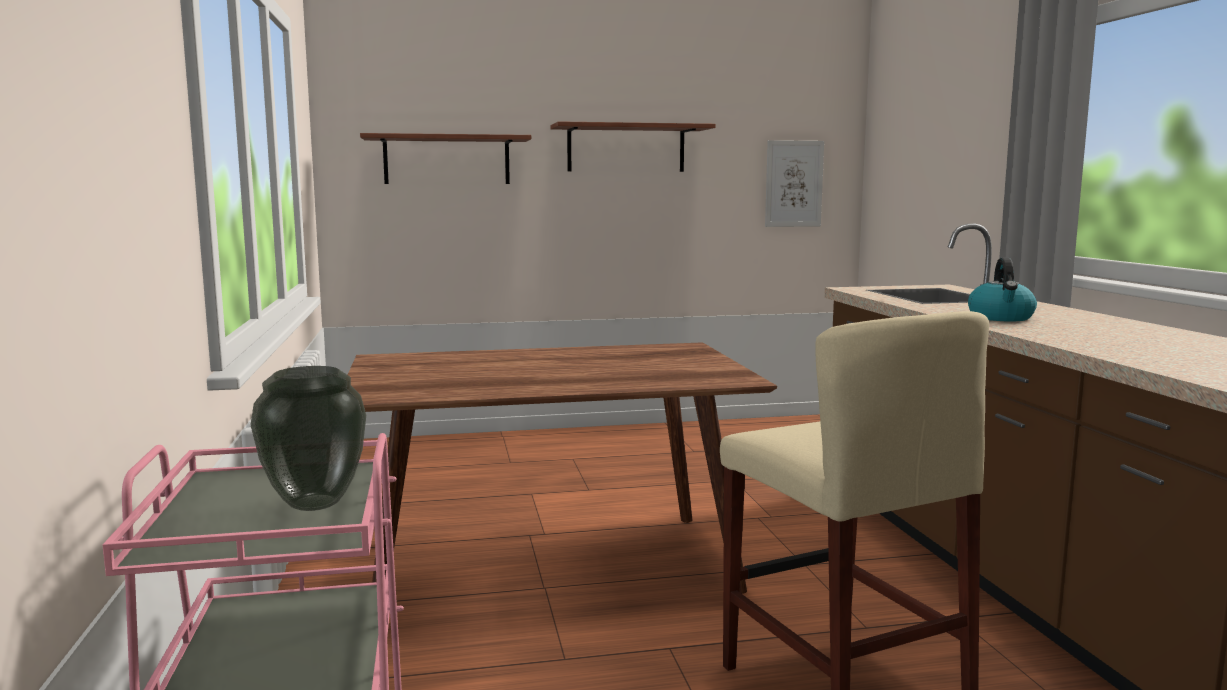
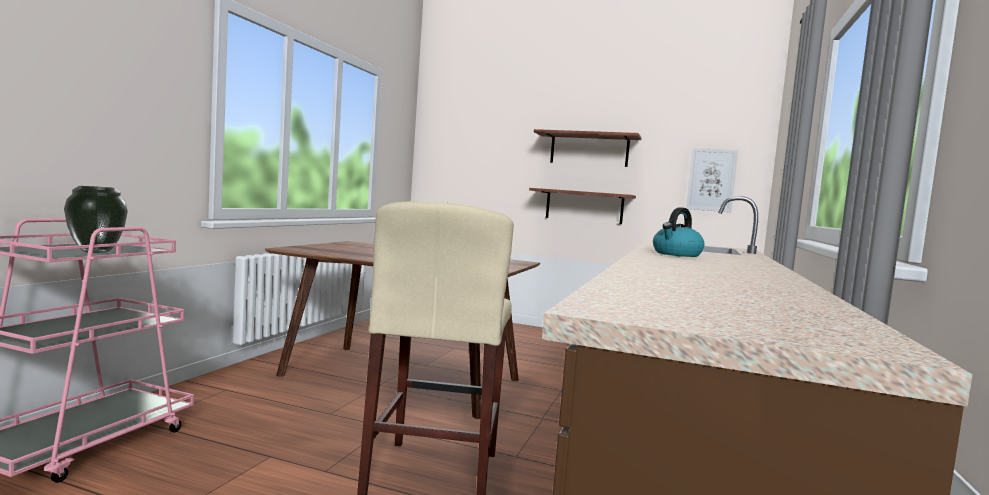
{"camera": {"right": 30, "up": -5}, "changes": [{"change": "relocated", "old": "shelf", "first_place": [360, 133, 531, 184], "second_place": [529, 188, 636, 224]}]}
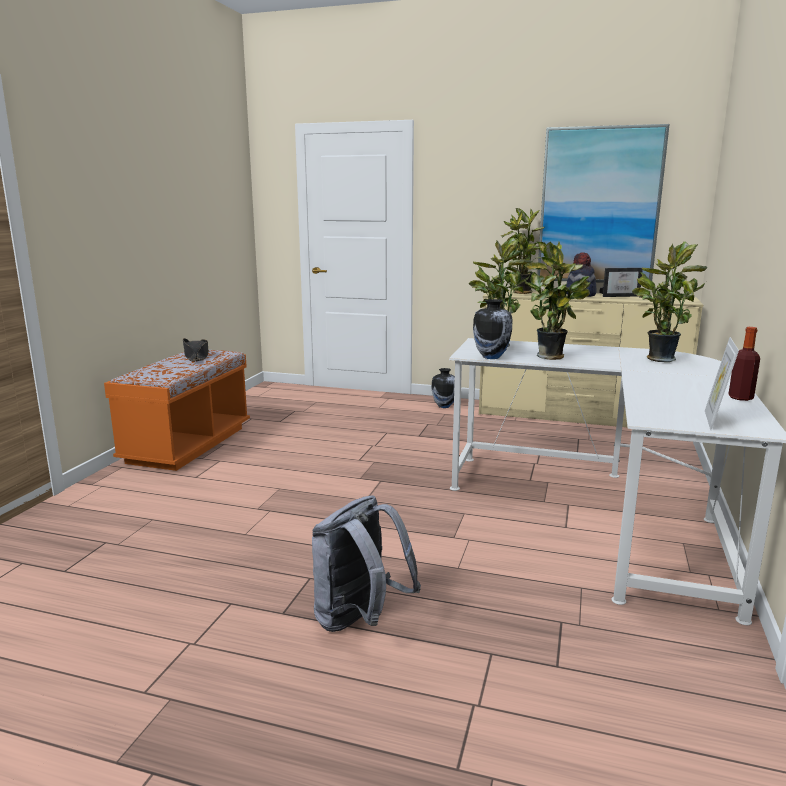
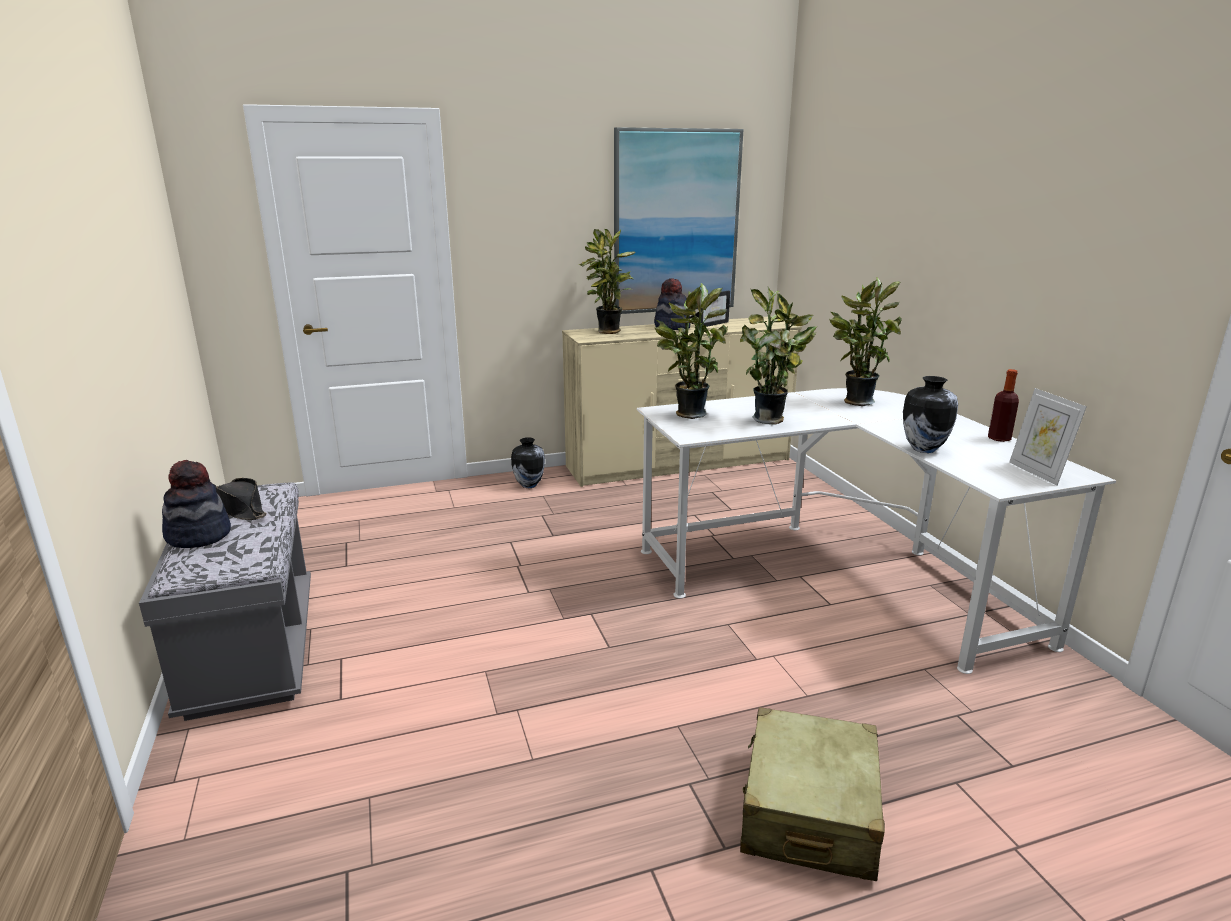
{"camera": {"right": -35, "up": 5}, "changes": [{"change": "relocated", "old": "vase", "first_place": [473, 299, 512, 359], "second_place": [903, 376, 958, 453]}, {"change": "colour", "old": "orange bench", "new": "grey bench", "first_place": [104, 350, 250, 471], "second_place": [139, 483, 311, 721]}, {"change": "exchanged", "old": "grey backpack", "new": "beige suitcase", "first_place": [312, 495, 421, 632], "second_place": [740, 707, 885, 881]}, {"change": "appeared", "new": "hat", "second_place": [162, 460, 231, 548]}]}
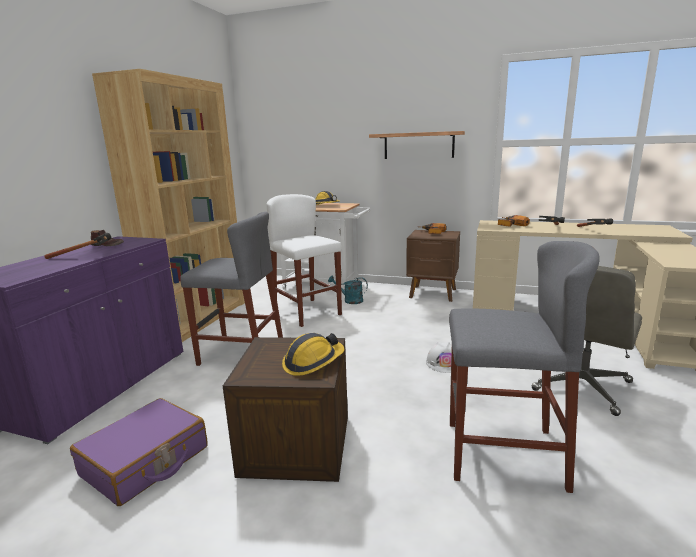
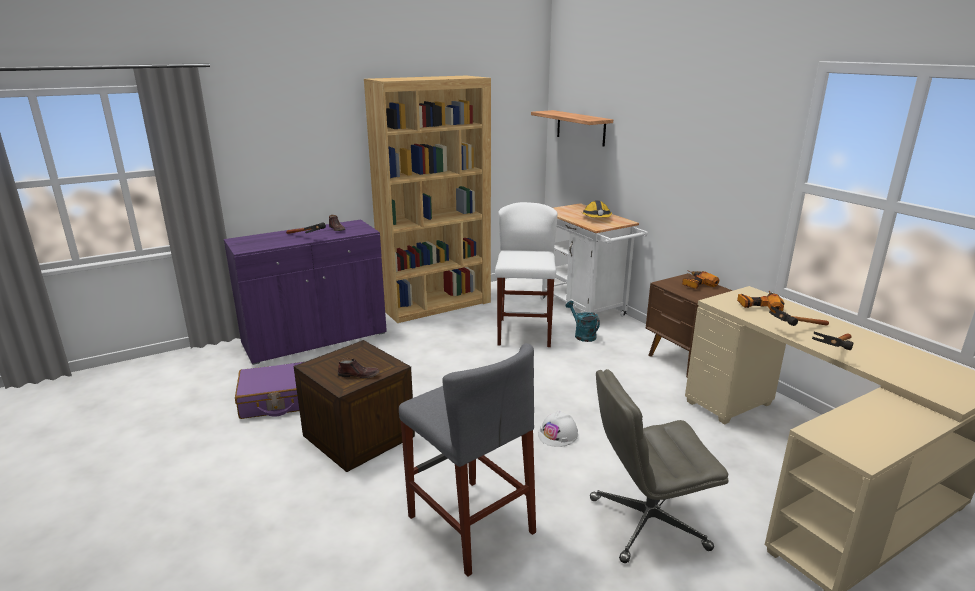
{"camera": {"right": 40, "up": 5}, "changes": [{"change": "relocated", "old": "shelf", "first_place": [369, 131, 465, 159], "second_place": [531, 110, 613, 147]}, {"change": "missing", "old": "grey stool", "first_place": [180, 212, 283, 366]}, {"change": "exchanged", "old": "hard hat", "new": "brown shoe", "first_place": [282, 333, 344, 376], "second_place": [338, 358, 380, 378]}]}
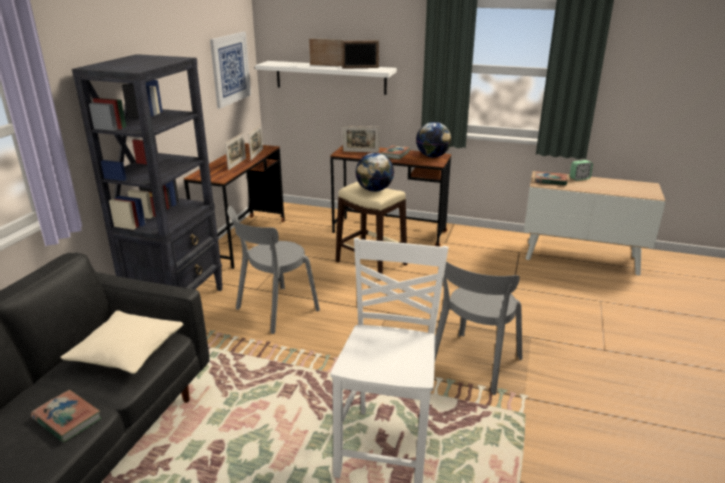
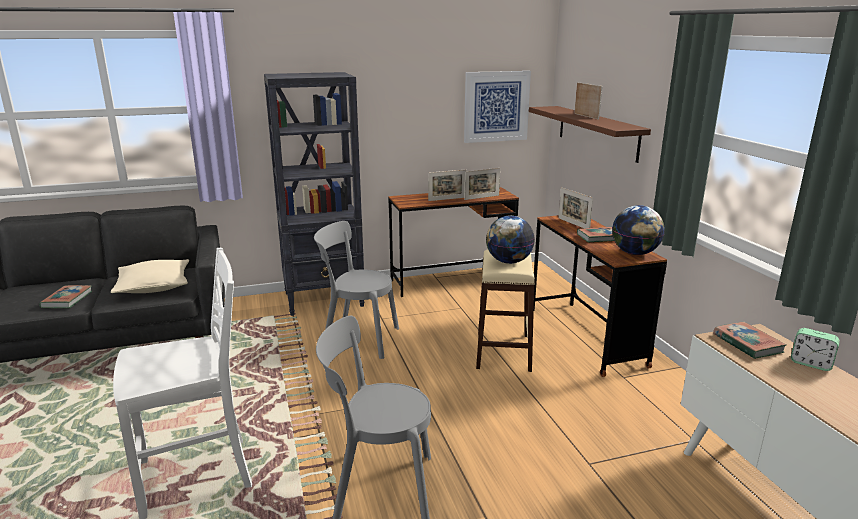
{"camera": {"right": 55, "up": -5}, "changes": [{"change": "missing", "old": "picture frame", "first_place": [342, 40, 379, 69]}, {"change": "colour", "old": "white shelf", "new": "brown shelf", "first_place": [255, 61, 397, 95], "second_place": [529, 106, 651, 163]}]}
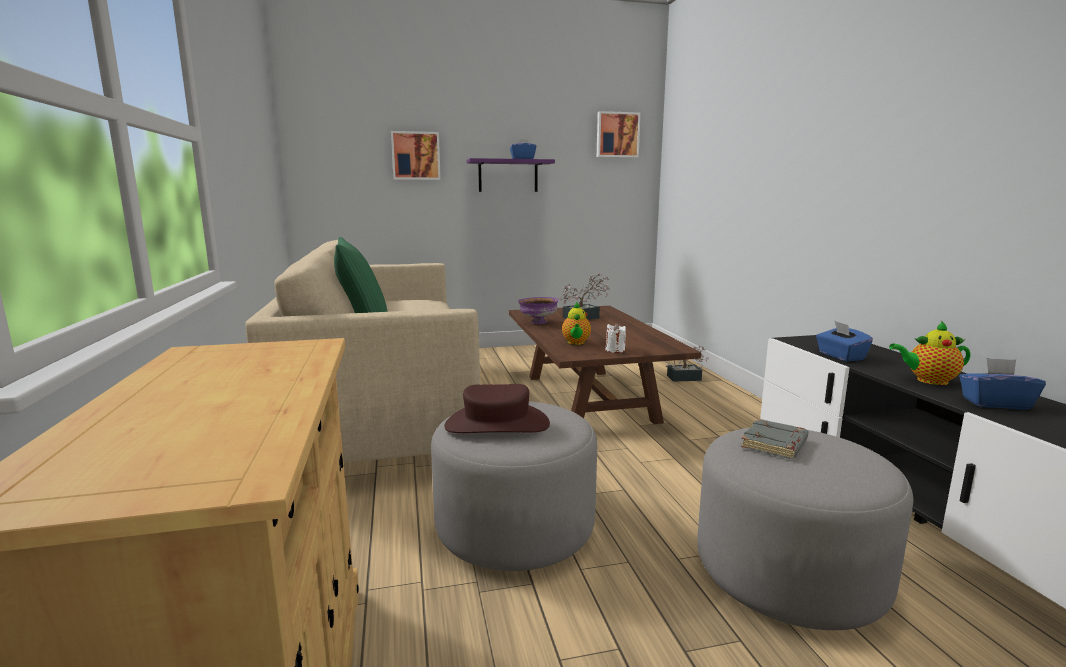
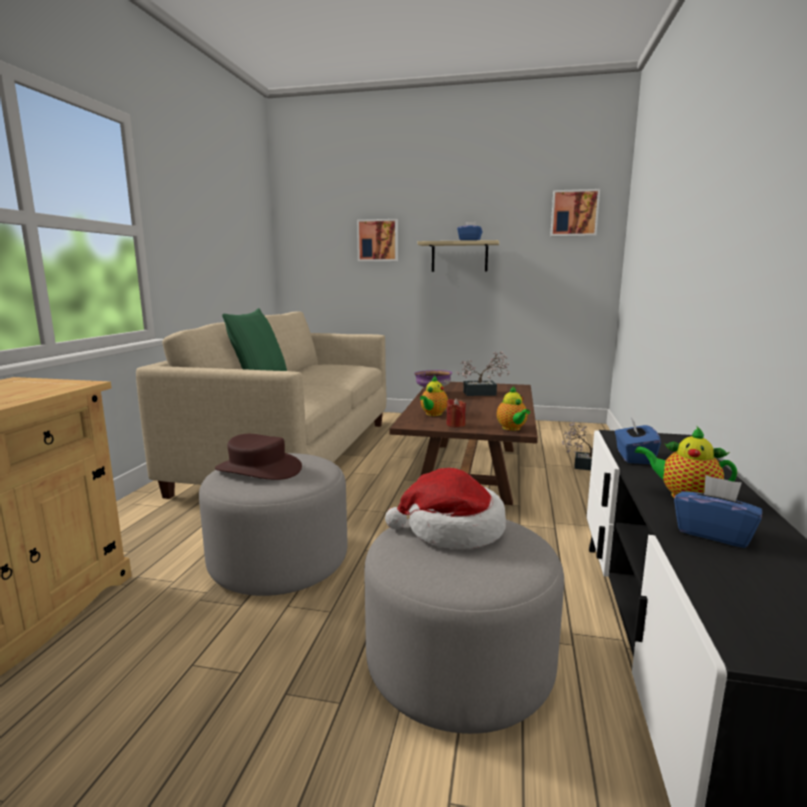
{"camera": {"right": 25, "up": 0}, "changes": [{"change": "colour", "old": "purple shelf", "new": "beige shelf", "first_place": [467, 158, 555, 192], "second_place": [418, 240, 499, 272]}, {"change": "colour", "old": "white candle", "new": "red candle", "first_place": [606, 323, 626, 353], "second_place": [446, 398, 466, 428]}, {"change": "exchanged", "old": "grey book", "new": "hat", "first_place": [741, 418, 809, 459], "second_place": [385, 468, 506, 549]}, {"change": "appeared", "new": "teapot", "second_place": [497, 386, 530, 431]}]}
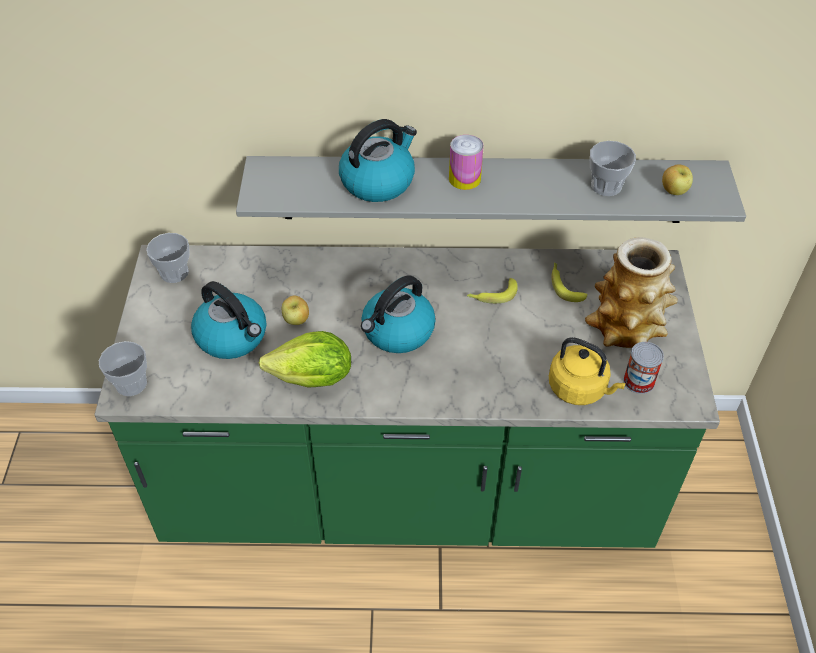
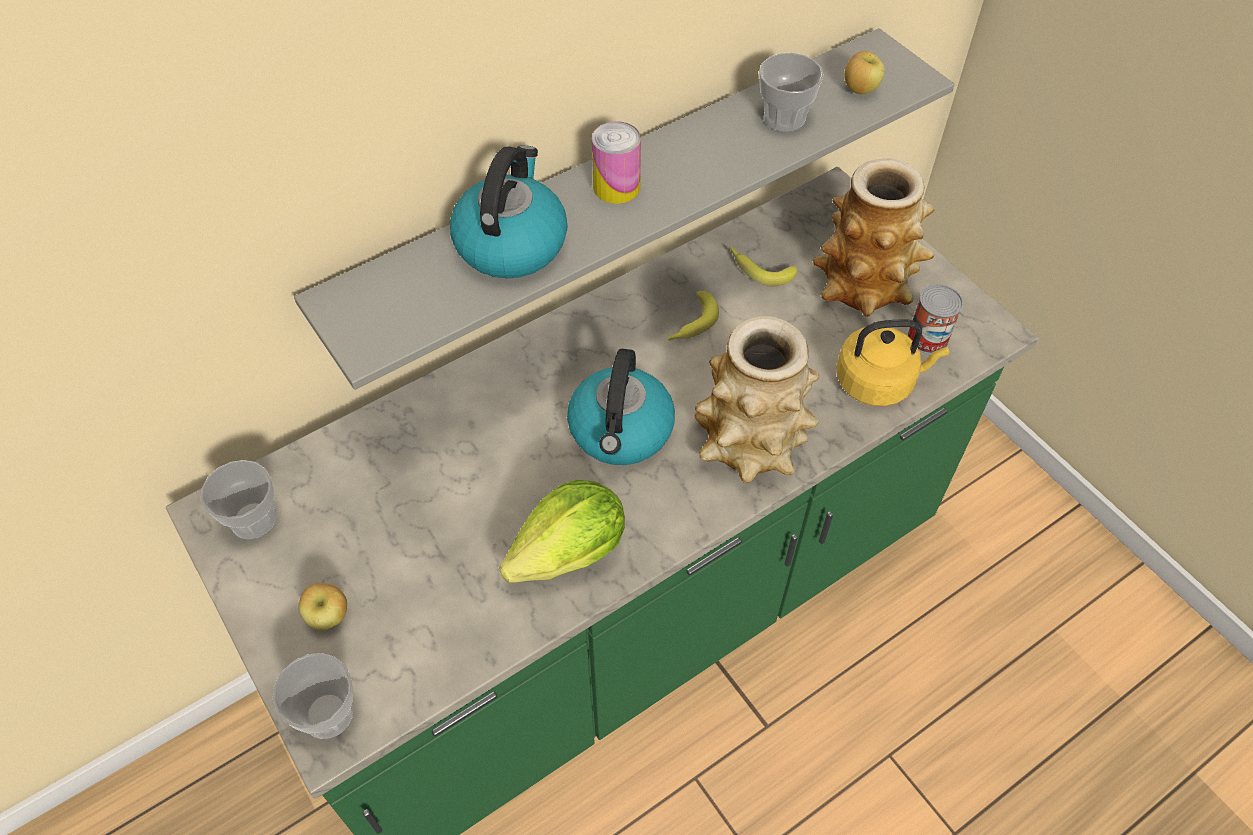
{"camera": {"right": -35, "up": 5}, "changes": [{"change": "missing", "old": "kettle", "first_place": [191, 281, 266, 359]}, {"change": "relocated", "old": "apple", "first_place": [282, 296, 309, 325], "second_place": [298, 583, 347, 631]}, {"change": "appeared", "new": "vase", "second_place": [694, 316, 819, 483]}]}
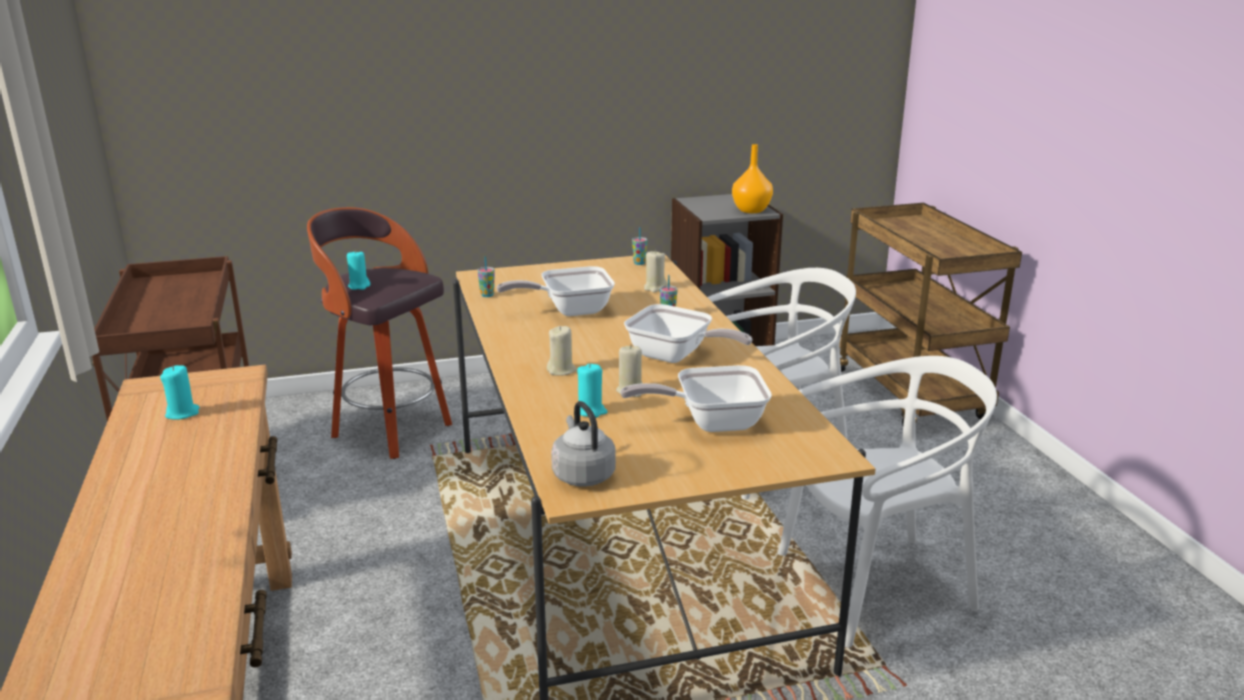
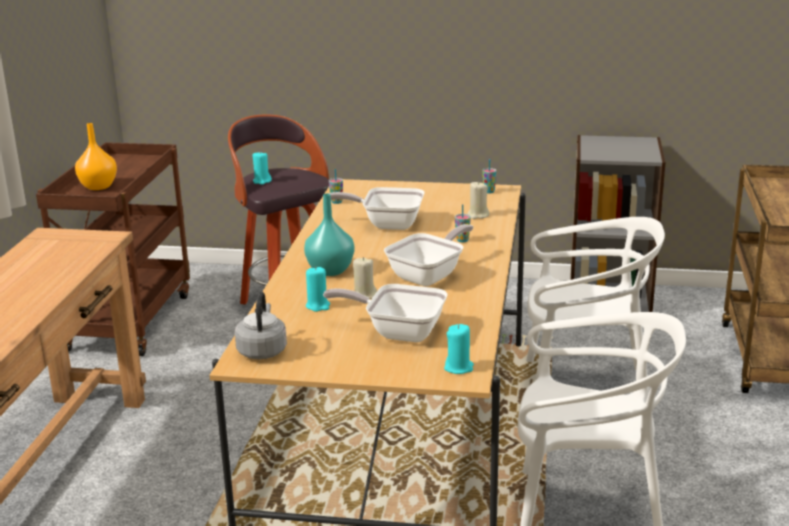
{"camera": {"right": 25, "up": 0}, "changes": [{"change": "relocated", "old": "orange vase", "first_place": [732, 144, 773, 213], "second_place": [75, 123, 117, 190]}, {"change": "spun", "old": "frying pan", "first_place": [624, 304, 752, 363], "second_place": [384, 224, 473, 286], "degrees": -105}, {"change": "exchanged", "old": "beige candle", "new": "turquoise vase", "first_place": [547, 326, 577, 376], "second_place": [304, 194, 355, 276]}, {"change": "relocated", "old": "turquoise candle", "first_place": [160, 365, 200, 420], "second_place": [444, 324, 474, 374]}]}
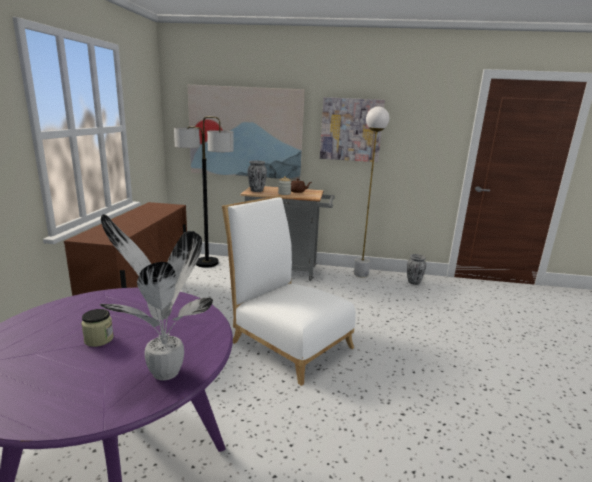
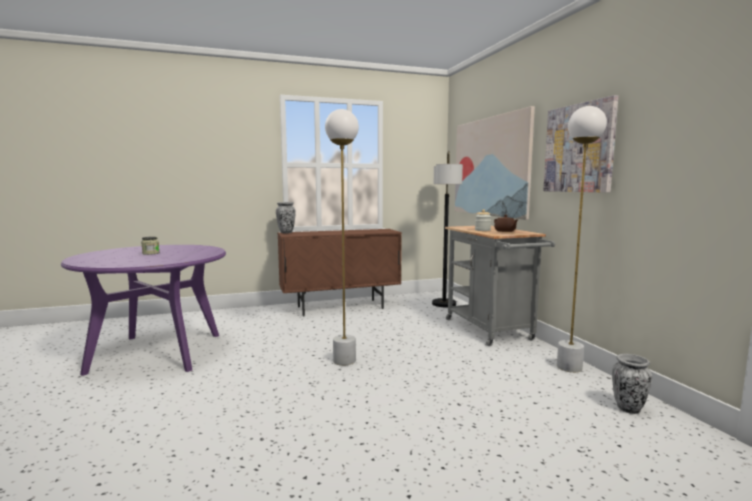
{"camera": {"right": 65, "up": -10}, "changes": [{"change": "relocated", "old": "vase", "first_place": [248, 161, 267, 192], "second_place": [276, 202, 296, 233]}, {"change": "exchanged", "old": "white chair", "new": "white floor lamp", "first_place": [222, 195, 356, 386], "second_place": [325, 109, 359, 366]}, {"change": "missing", "old": "potted plant", "first_place": [99, 214, 213, 380]}]}
